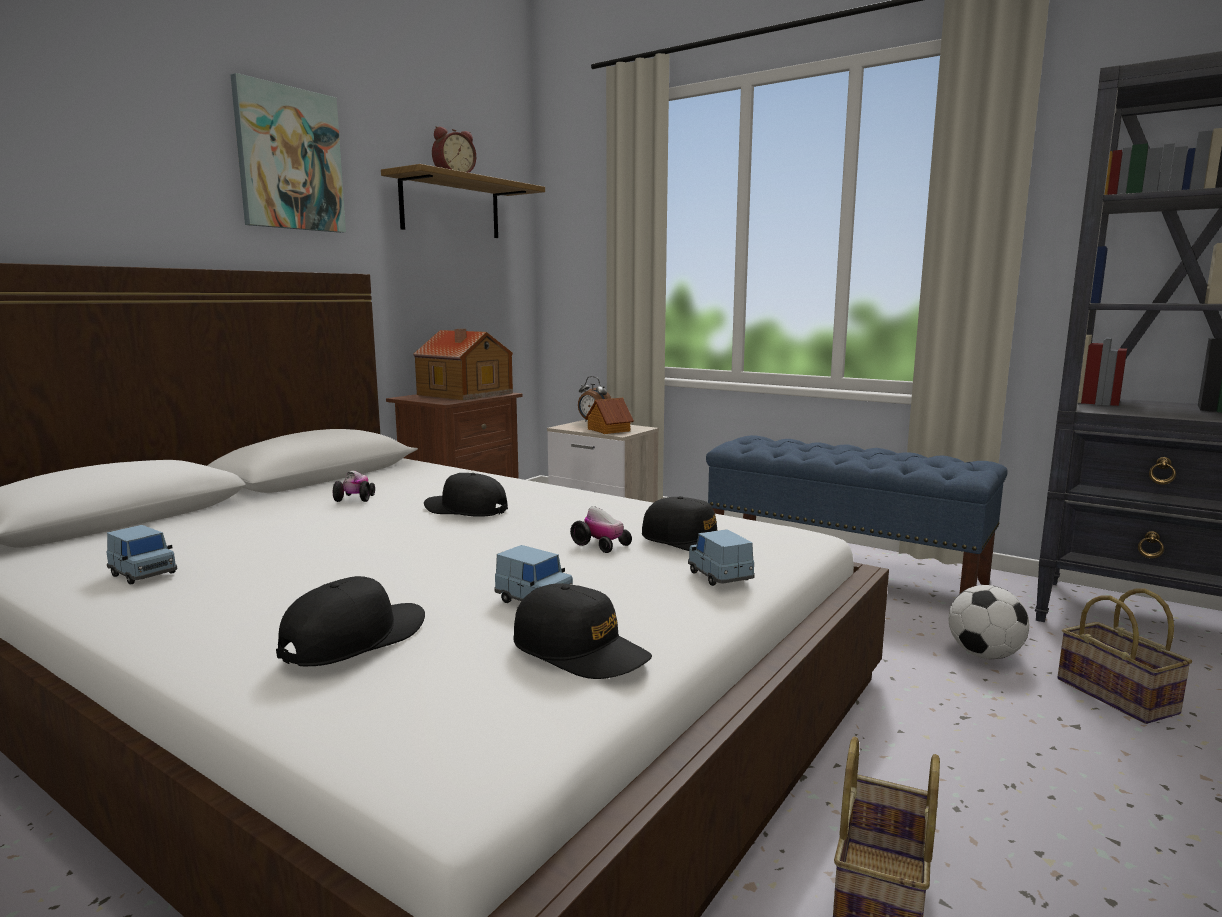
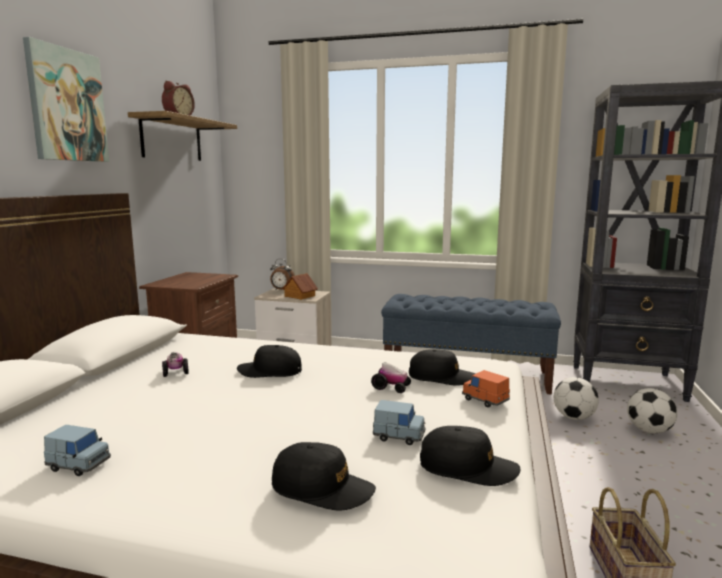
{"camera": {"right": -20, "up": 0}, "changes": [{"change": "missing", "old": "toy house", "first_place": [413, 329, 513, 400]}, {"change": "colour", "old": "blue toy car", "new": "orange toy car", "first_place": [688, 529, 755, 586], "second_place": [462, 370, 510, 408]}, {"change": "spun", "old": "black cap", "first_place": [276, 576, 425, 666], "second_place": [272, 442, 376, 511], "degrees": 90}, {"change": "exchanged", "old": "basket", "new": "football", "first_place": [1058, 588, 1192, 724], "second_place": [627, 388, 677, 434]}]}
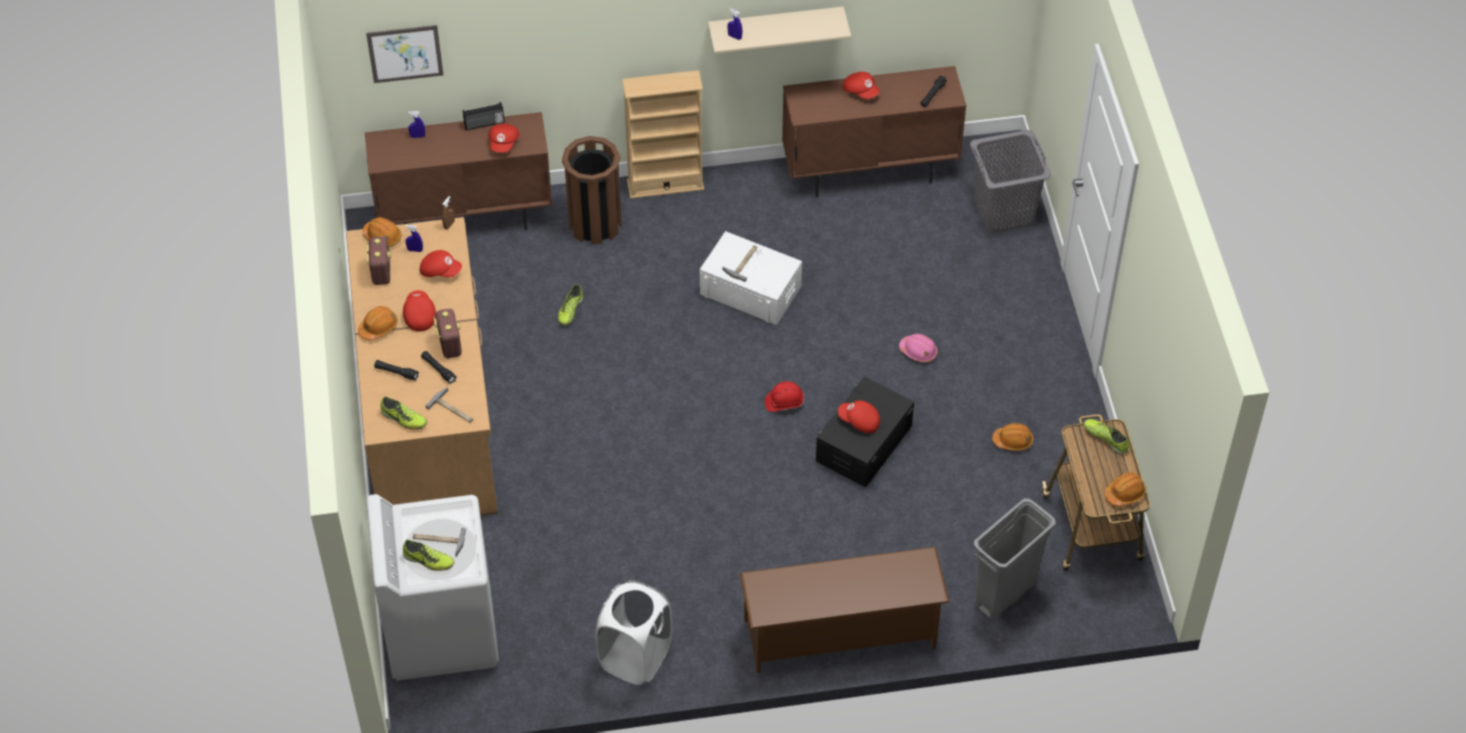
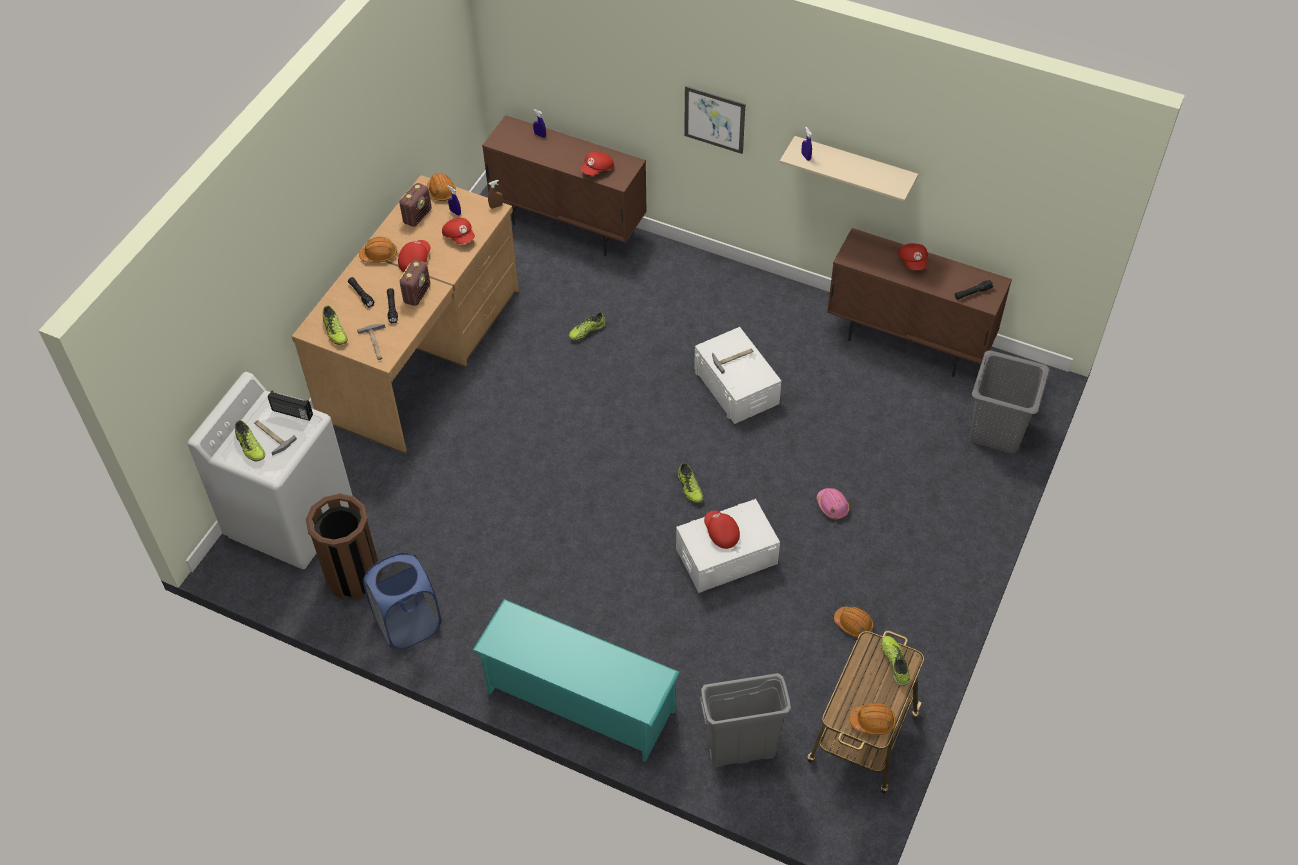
{"camera": {"right": 35, "up": 0}, "changes": [{"change": "relocated", "old": "picture", "first_place": [366, 25, 443, 83], "second_place": [684, 86, 745, 154]}, {"change": "missing", "old": "beige bookcase", "first_place": [622, 70, 704, 199]}, {"change": "relocated", "old": "radio", "first_place": [463, 102, 505, 131], "second_place": [268, 390, 313, 421]}, {"change": "relocated", "old": "brown trash can", "first_place": [562, 136, 622, 244], "second_place": [306, 494, 378, 600]}, {"change": "colour", "old": "black storage box", "new": "white storage box", "first_place": [816, 376, 914, 488], "second_place": [676, 499, 780, 593]}, {"change": "exchanged", "old": "red hard hat", "new": "shoe", "first_place": [765, 381, 804, 412], "second_place": [678, 463, 703, 503]}, {"change": "colour", "old": "brown shoe rack", "new": "turquoise shoe rack", "first_place": [740, 547, 949, 673], "second_place": [472, 599, 680, 762]}, {"change": "colour", "old": "white laundry basket", "new": "blue laundry basket", "first_place": [595, 580, 672, 685], "second_place": [363, 553, 441, 650]}]}
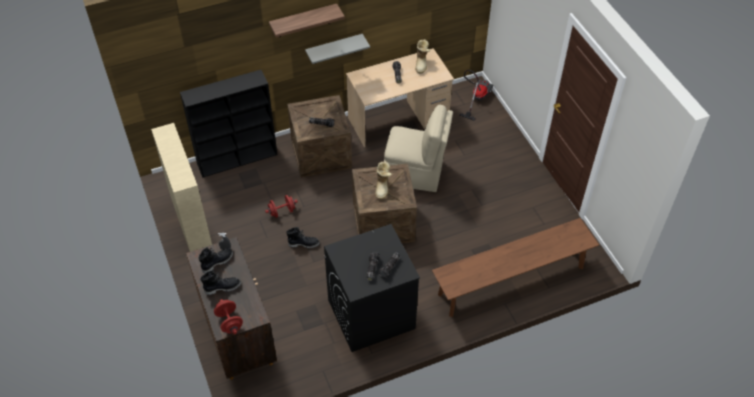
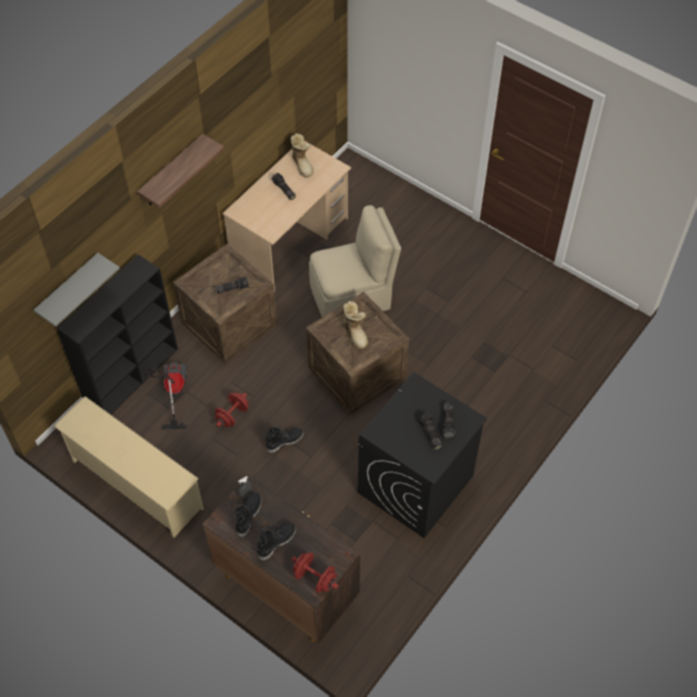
{"camera": {"right": -30, "up": 5}, "changes": [{"change": "relocated", "old": "grey shelf", "first_place": [305, 34, 370, 64], "second_place": [34, 253, 120, 327]}, {"change": "relocated", "old": "vacuum cleaner", "first_place": [459, 70, 494, 121], "second_place": [145, 362, 187, 430]}, {"change": "exchanged", "old": "beige bookcase", "new": "beige shoe rack", "first_place": [151, 123, 212, 252], "second_place": [54, 396, 204, 538]}, {"change": "missing", "old": "brown bench", "first_place": [432, 218, 599, 317]}]}
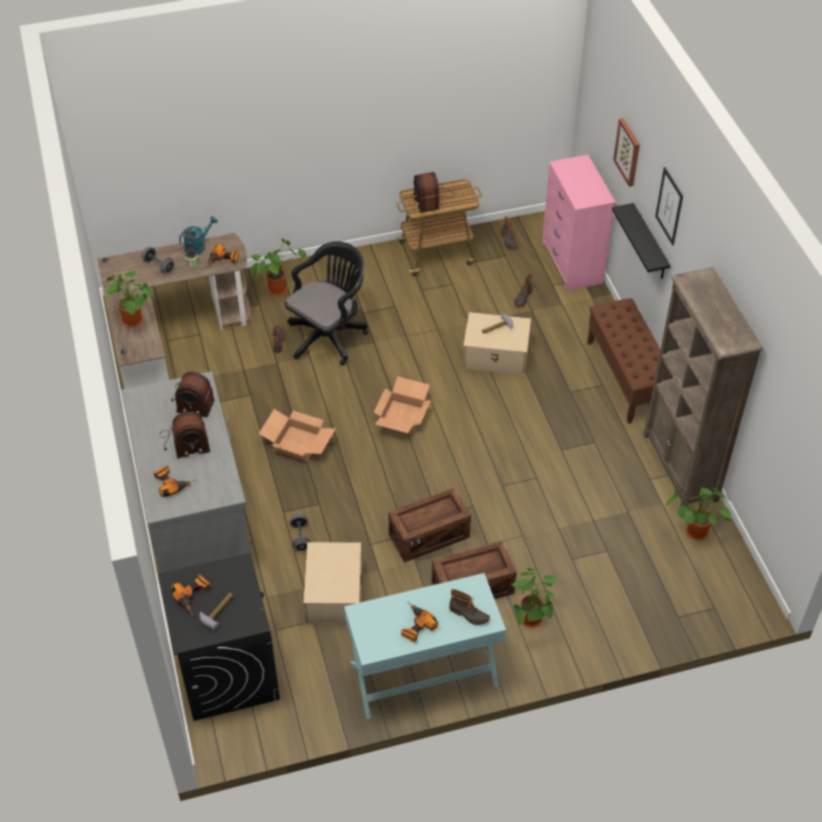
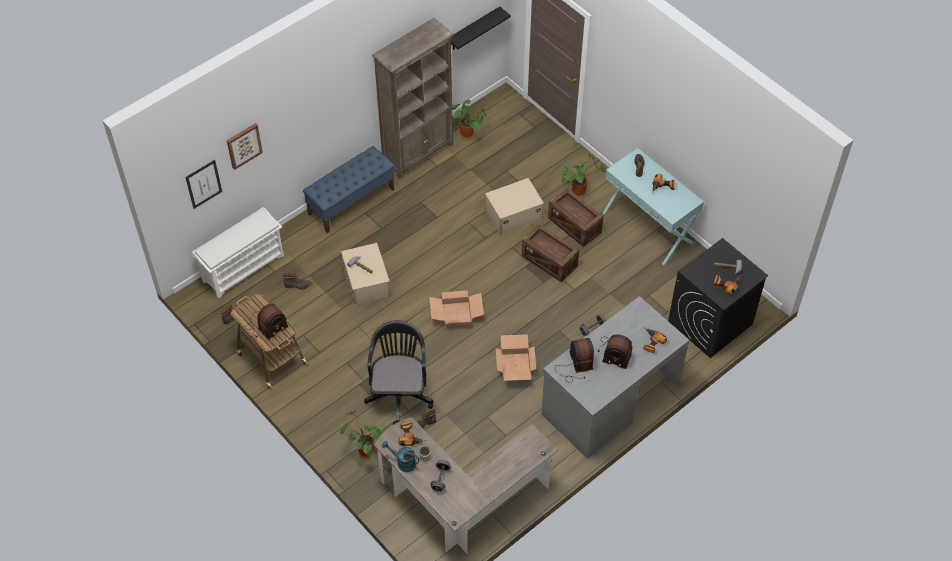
{"camera": {"right": -115, "up": 5}, "changes": [{"change": "exchanged", "old": "pink dresser", "new": "white shoe rack", "first_place": [542, 155, 616, 291], "second_place": [192, 207, 284, 299]}, {"change": "relocated", "old": "picture", "first_place": [655, 167, 683, 246], "second_place": [185, 160, 222, 209]}, {"change": "relocated", "old": "black shelf", "first_place": [612, 203, 670, 279], "second_place": [451, 6, 511, 50]}, {"change": "spun", "old": "black office chair", "first_place": [285, 241, 368, 365], "second_place": [364, 320, 433, 425], "degrees": 75}, {"change": "missing", "old": "potted plant", "first_place": [104, 271, 153, 327]}, {"change": "colour", "old": "brown bench", "new": "blue bench", "first_place": [587, 298, 661, 424], "second_place": [303, 146, 394, 233]}, {"change": "spun", "old": "radio", "first_place": [160, 411, 210, 459], "second_place": [598, 334, 632, 369], "degrees": 150}, {"change": "relocated", "old": "beige storage box", "first_place": [303, 542, 363, 625], "second_place": [485, 178, 544, 235]}]}
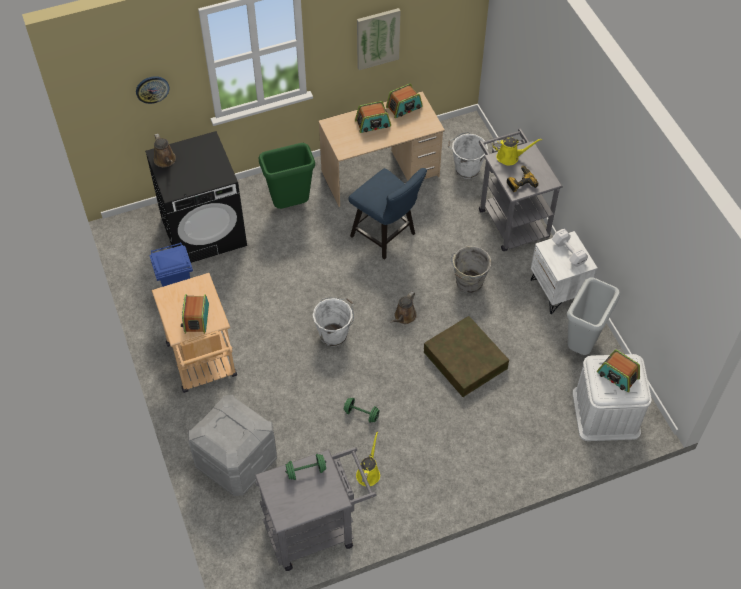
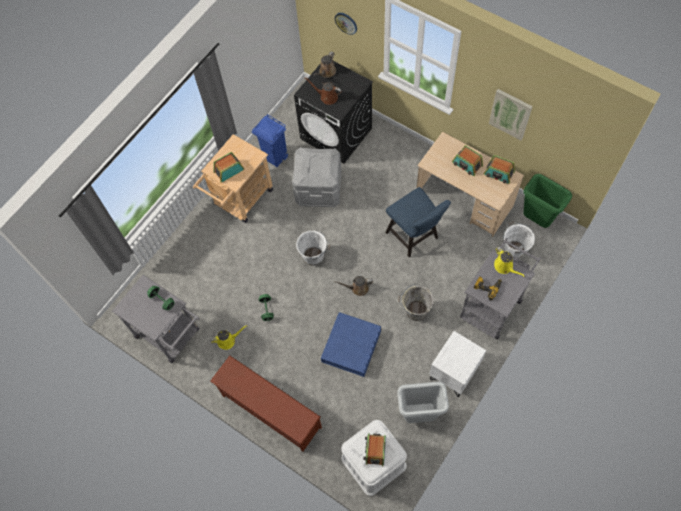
{"camera": {"right": 60, "up": 10}, "changes": [{"change": "relocated", "old": "green trash can", "first_place": [258, 143, 315, 209], "second_place": [523, 174, 572, 228]}, {"change": "spun", "old": "blue chair", "first_place": [348, 168, 427, 260], "second_place": [385, 187, 451, 257], "degrees": -45}, {"change": "missing", "old": "white dumbbell", "first_place": [552, 229, 588, 267]}, {"change": "colour", "old": "brown storage box", "new": "blue storage box", "first_place": [424, 316, 509, 397], "second_place": [321, 312, 381, 377]}, {"change": "relocated", "old": "grey storage box", "first_place": [188, 395, 277, 496], "second_place": [292, 147, 342, 207]}, {"change": "appeared", "new": "brown watering can", "second_place": [305, 77, 342, 105]}, {"change": "appeared", "new": "brown shoe rack", "second_place": [210, 356, 322, 452]}]}
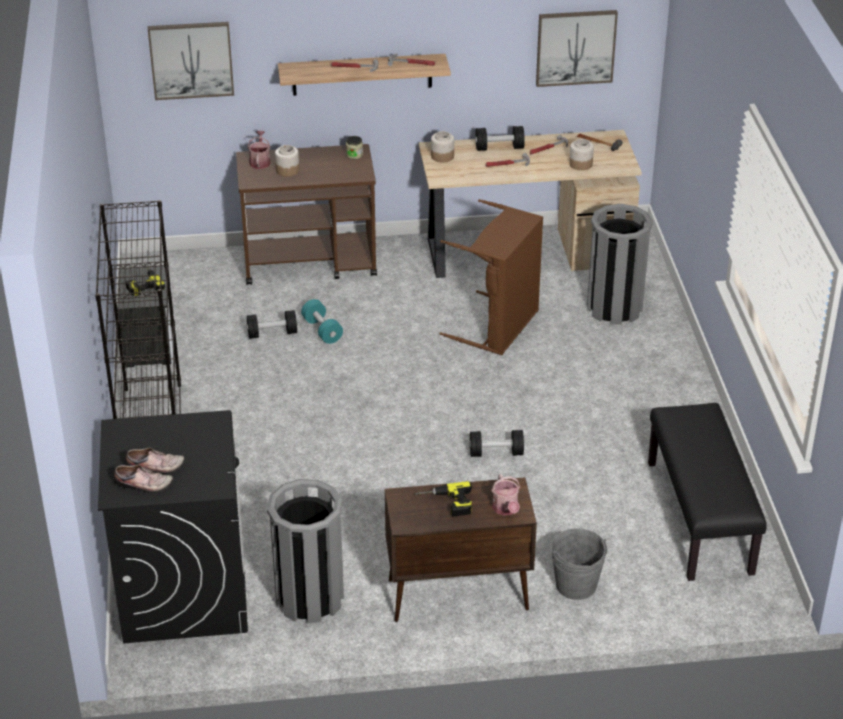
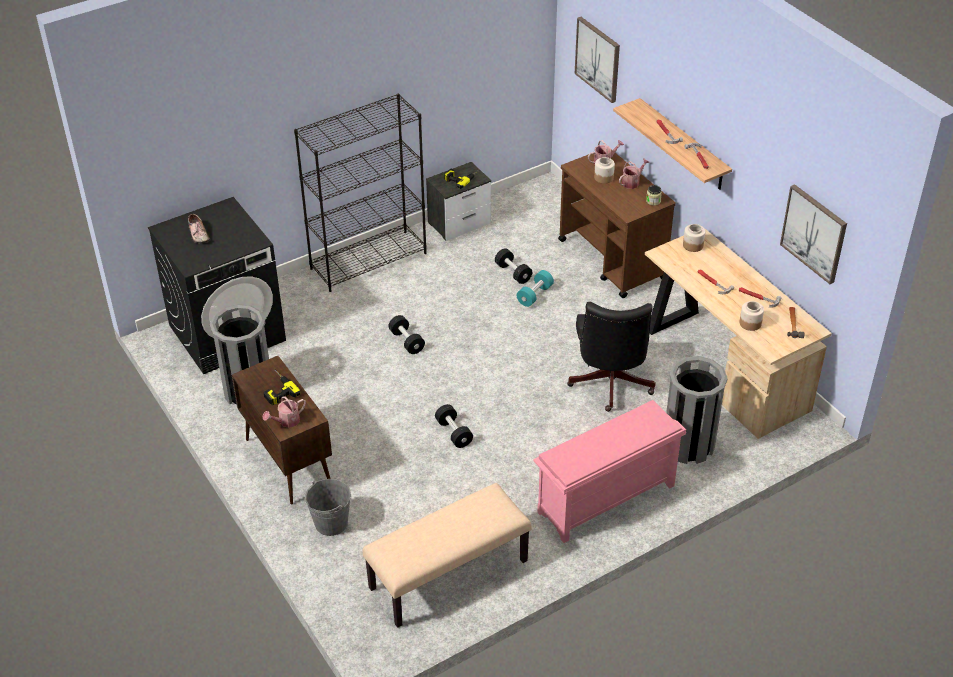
{"camera": {"right": 65, "up": 5}, "changes": [{"change": "relocated", "old": "black dumbbell", "first_place": [475, 126, 525, 151], "second_place": [388, 315, 425, 354]}, {"change": "exchanged", "old": "brown laundry basket", "new": "black office chair", "first_place": [439, 199, 543, 355], "second_place": [567, 302, 656, 412]}, {"change": "colour", "old": "black bench", "new": "beige bench", "first_place": [648, 403, 767, 581], "second_place": [362, 483, 531, 628]}, {"change": "missing", "old": "shoe", "first_place": [114, 465, 173, 493]}, {"change": "appeared", "new": "watering can", "second_place": [619, 158, 650, 189]}, {"change": "appeared", "new": "pink shoe rack", "second_place": [533, 400, 686, 543]}]}
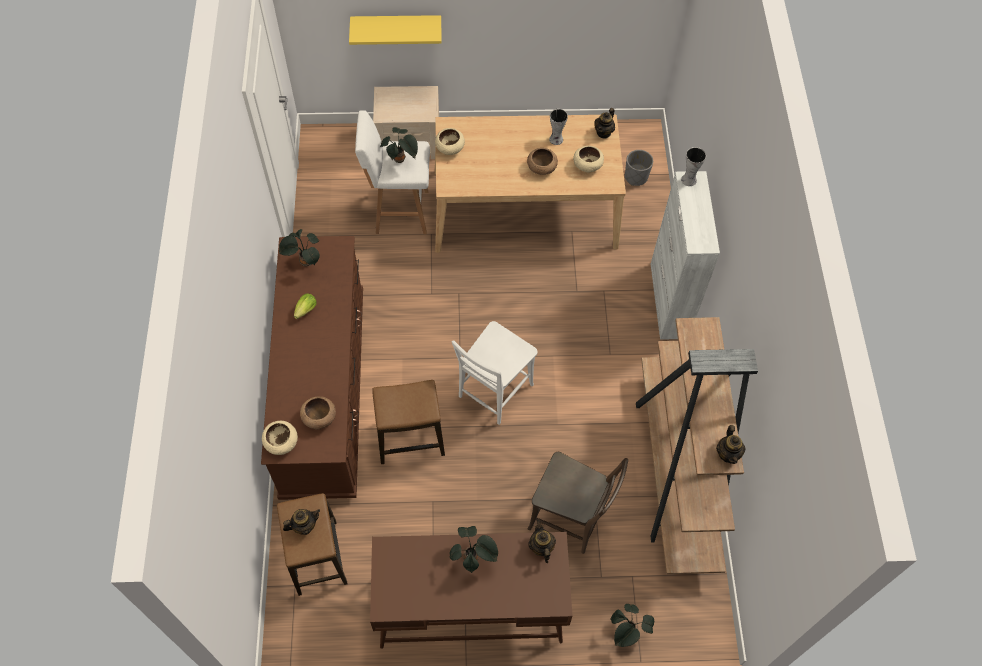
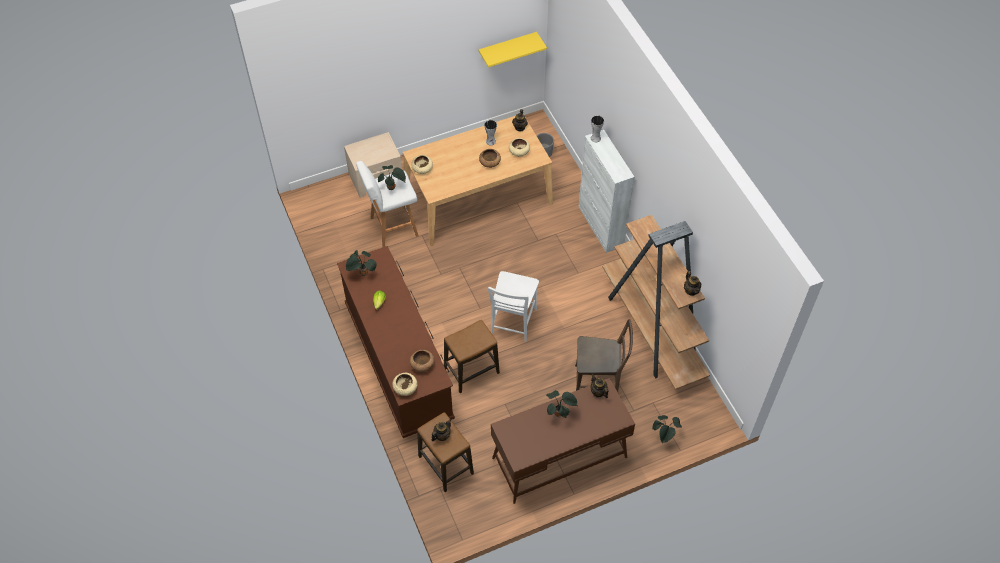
{"camera": {"right": -20, "up": -5}, "changes": [{"change": "relocated", "old": "yellow shelf", "first_place": [349, 15, 442, 45], "second_place": [479, 32, 547, 67]}]}
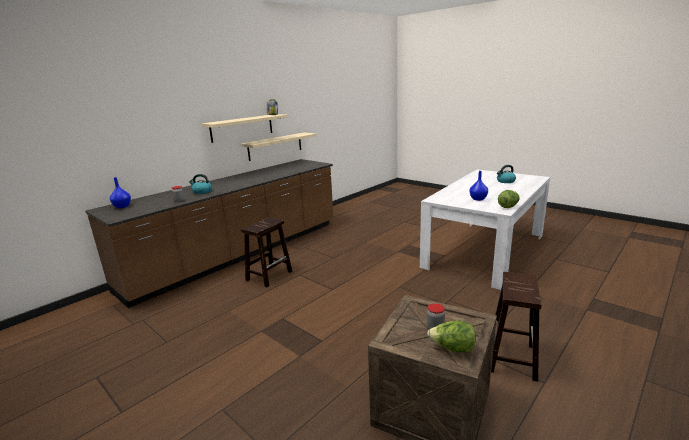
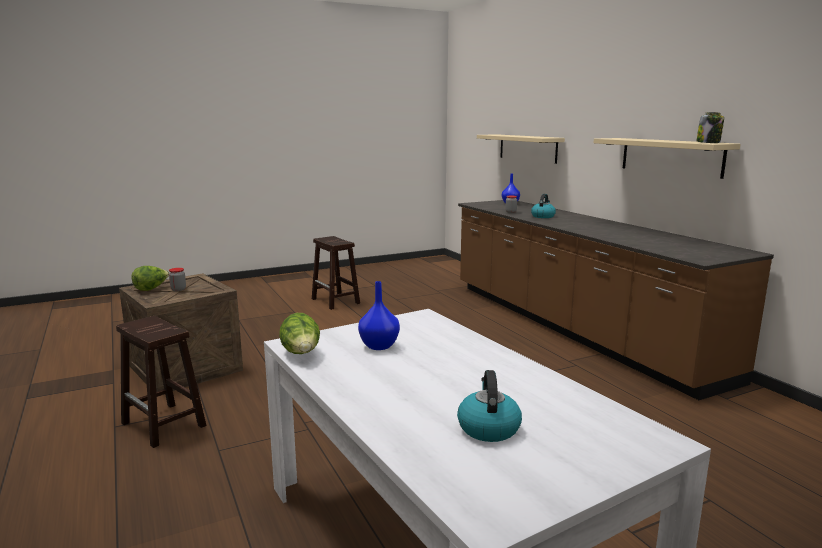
{"camera": {"right": 110, "up": -5}, "changes": [{"change": "relocated", "old": "beige shelf", "first_place": [241, 132, 316, 161], "second_place": [477, 134, 565, 164]}, {"change": "relocated", "old": "brown stool", "first_place": [241, 217, 292, 287], "second_place": [312, 236, 360, 310]}]}
